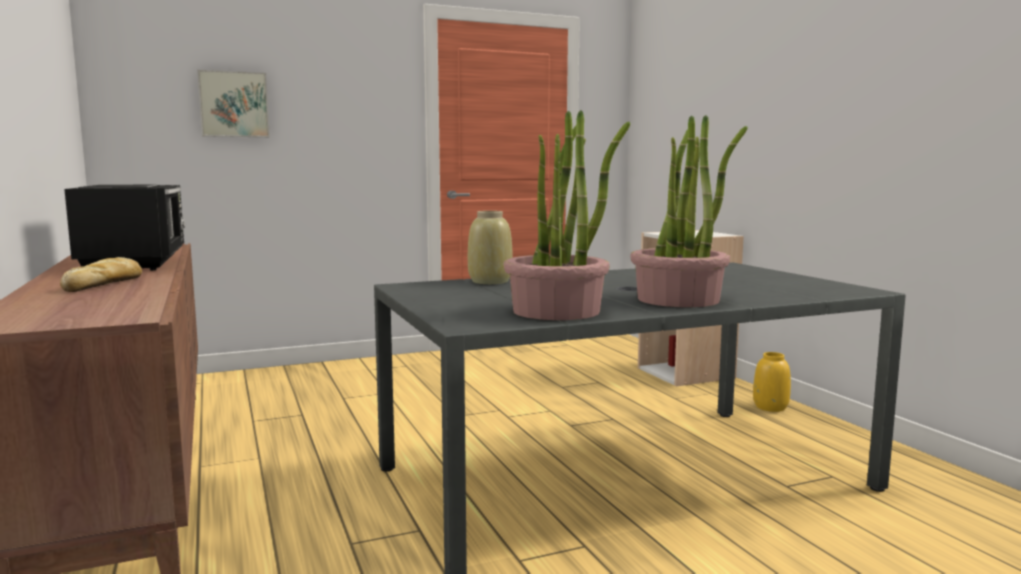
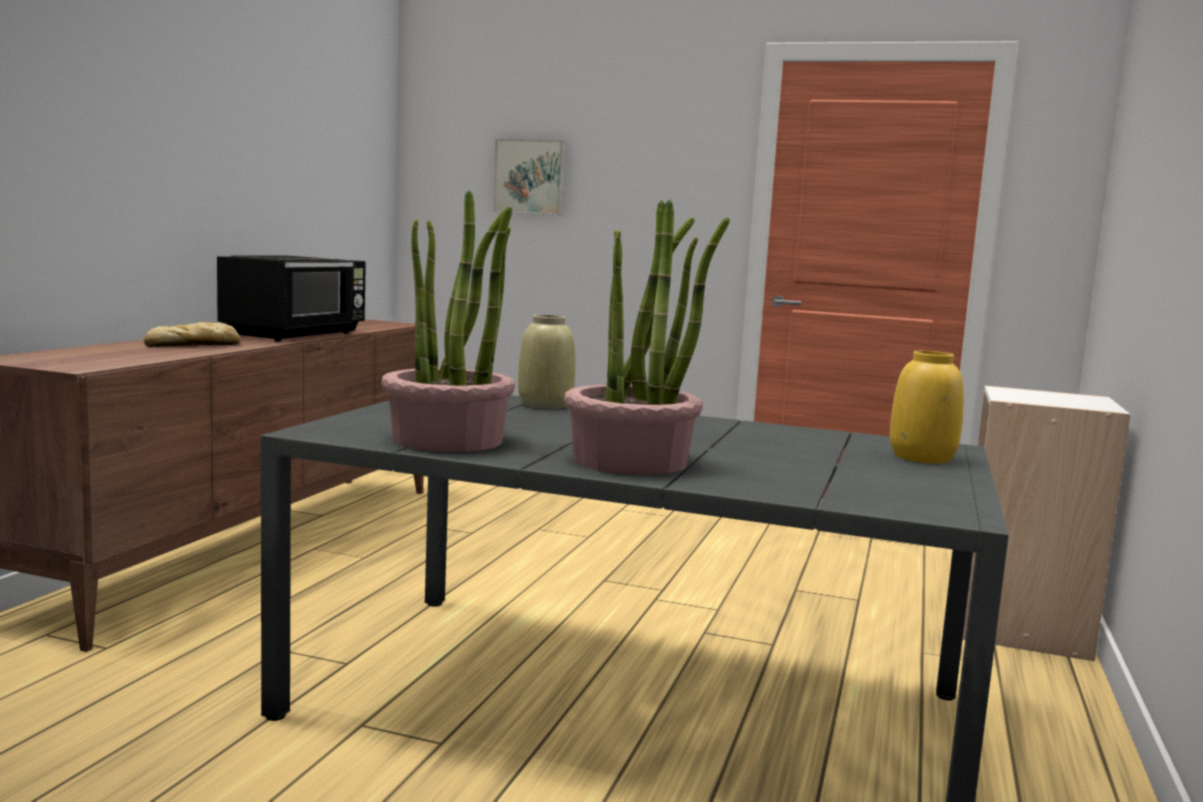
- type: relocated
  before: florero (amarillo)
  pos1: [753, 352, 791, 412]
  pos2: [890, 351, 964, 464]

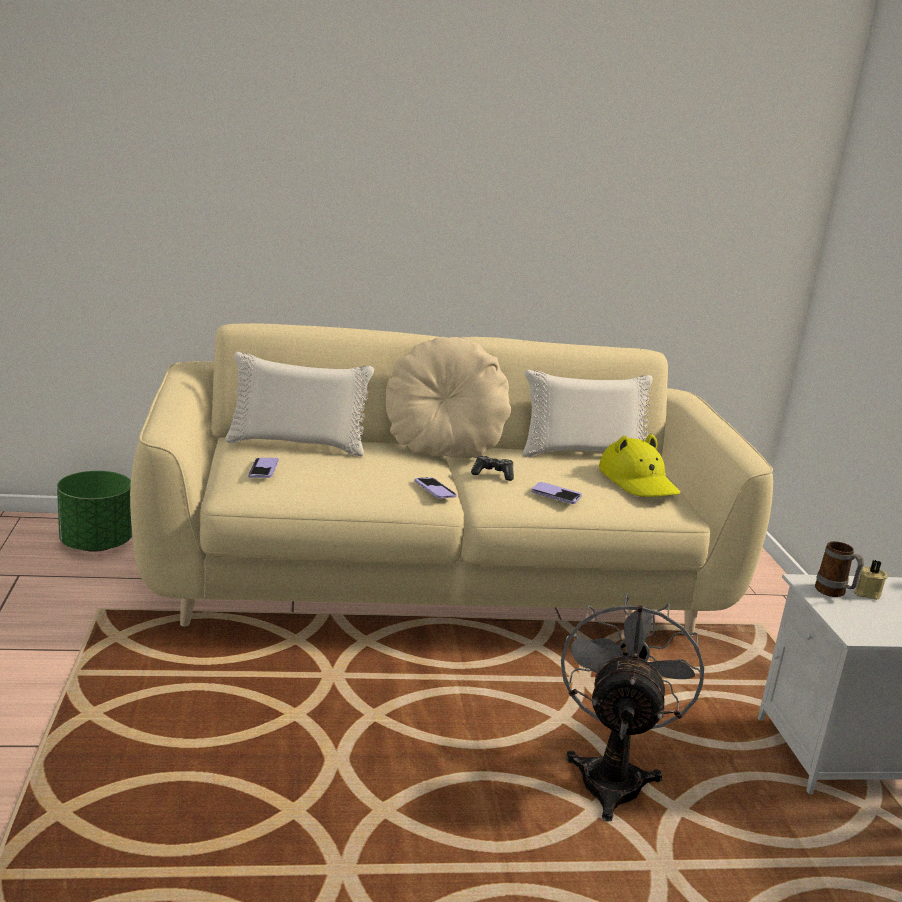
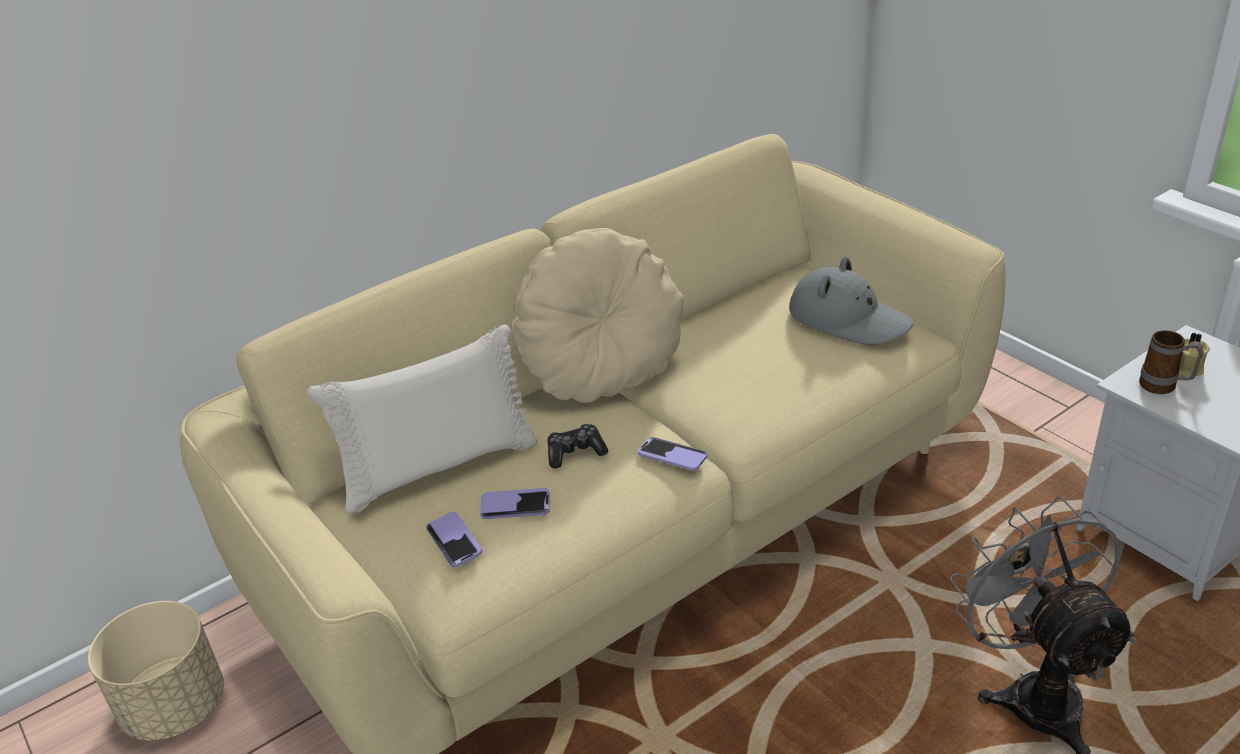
- type: missing
  before: cojín (blanco)
  pos1: [523, 370, 653, 457]
- type: colour
  before: sombrero (amarillo)
  after: sombrero (gris)
  pos1: [599, 434, 680, 497]
  pos2: [789, 257, 913, 345]
- type: relocated
  before: mando de consola
  pos1: [471, 456, 514, 481]
  pos2: [547, 424, 608, 468]
- type: colour
  before: maceta (verde)
  after: maceta (beis)
  pos1: [57, 471, 132, 552]
  pos2: [88, 601, 224, 741]
- type: relocated
  before: móvil
  pos1: [531, 482, 582, 504]
  pos2: [480, 488, 550, 519]

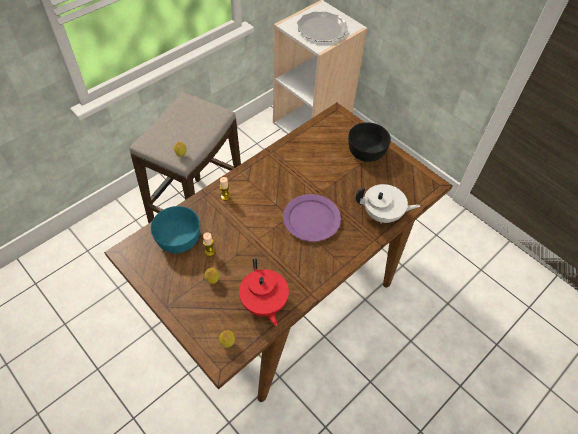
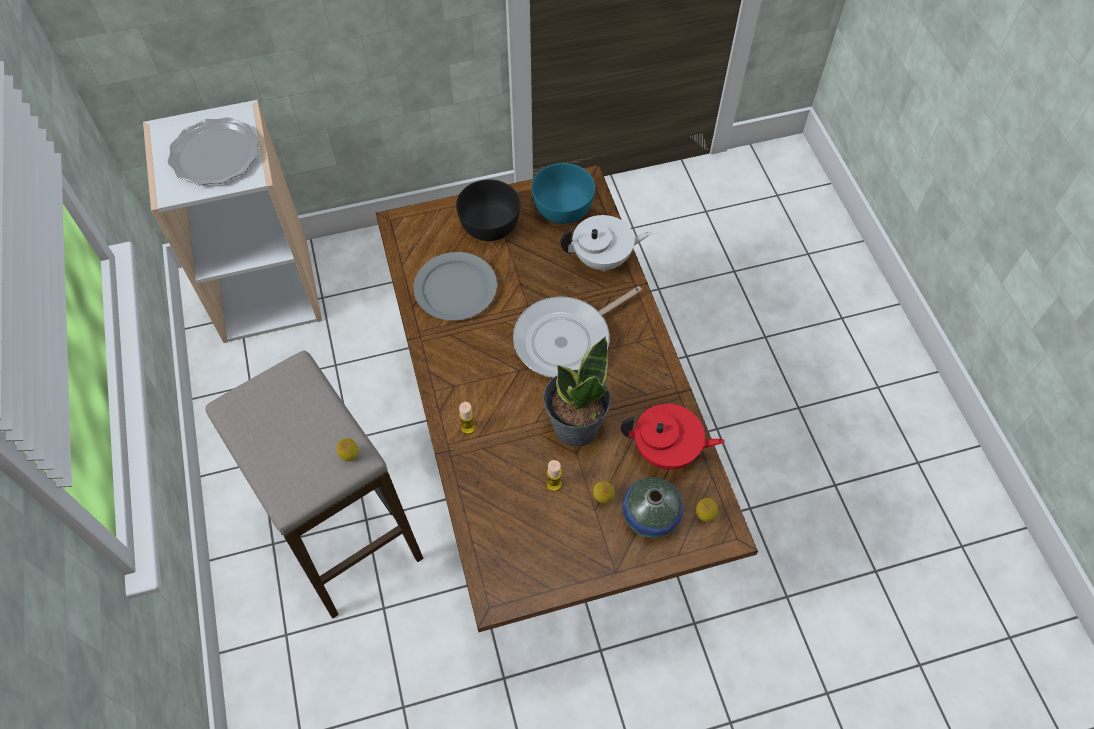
- type: spun
  before: tetera (blanco)
  pos1: [356, 184, 420, 224]
  pos2: [560, 215, 651, 272]
  turn: 45
- type: exchanged
  before: plato (morado)
  after: sartén
  pos1: [283, 194, 341, 242]
  pos2: [513, 286, 642, 378]
- type: relocated
  before: cuenco (turquesa)
  pos1: [151, 206, 200, 253]
  pos2: [532, 163, 595, 224]
- type: appeared
  after: plato (gris)
  pos2: [413, 252, 497, 321]
- type: appeared
  after: planta en maceta
  pos2: [543, 336, 611, 447]
- type: appeared
  after: florero
  pos2: [622, 477, 684, 538]

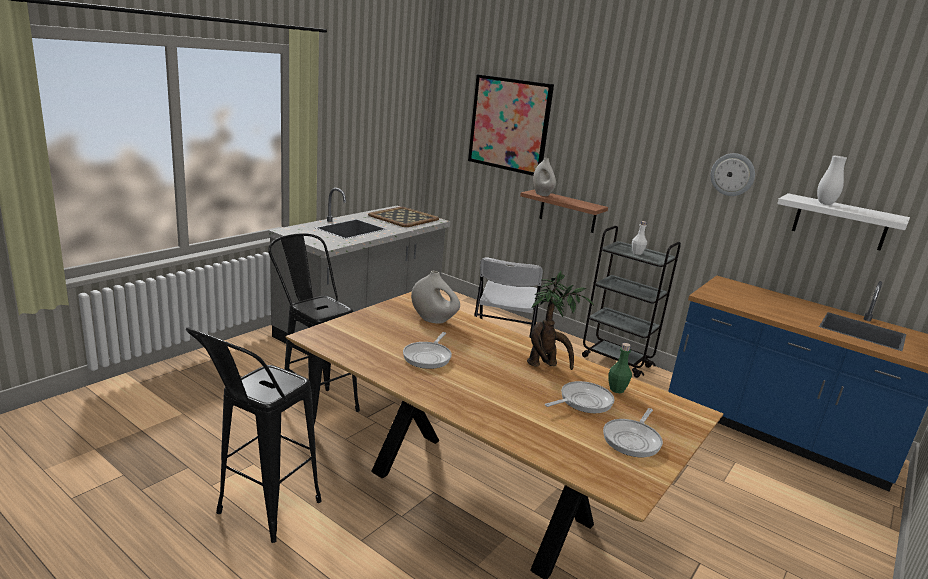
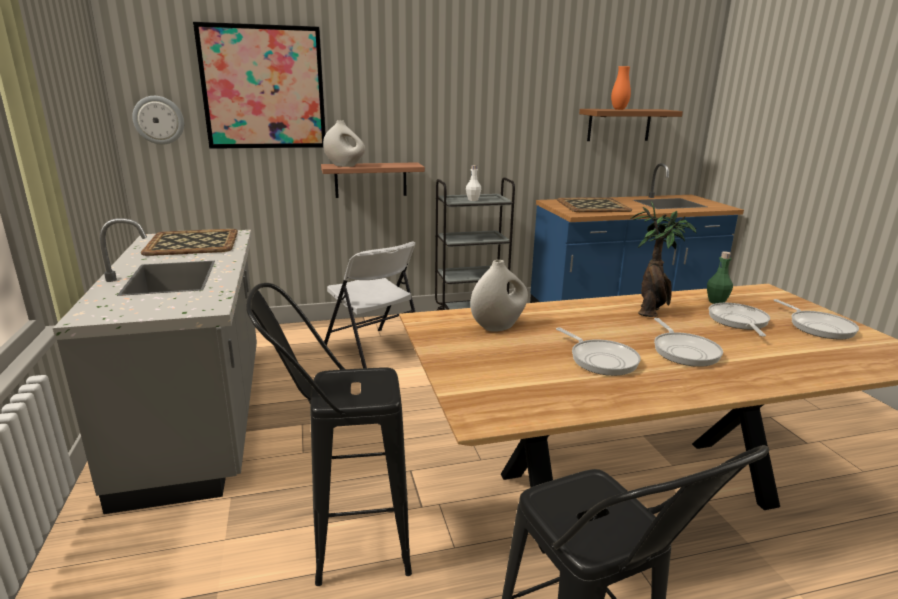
- type: relocated
  before: reloj de pared
  pos1: [711, 153, 755, 196]
  pos2: [132, 96, 184, 145]
- type: colour
  before: florero (blanco)
  after: florero (naranja)
  pos1: [817, 156, 847, 205]
  pos2: [611, 66, 631, 110]
- type: colour
  before: estante (blanco)
  after: estante (marrón)
  pos1: [777, 193, 910, 251]
  pos2: [579, 109, 683, 141]
- type: appeared
  after: bandeja
  pos2: [557, 197, 632, 212]
- type: appeared
  after: sartén
  pos2: [654, 318, 723, 367]

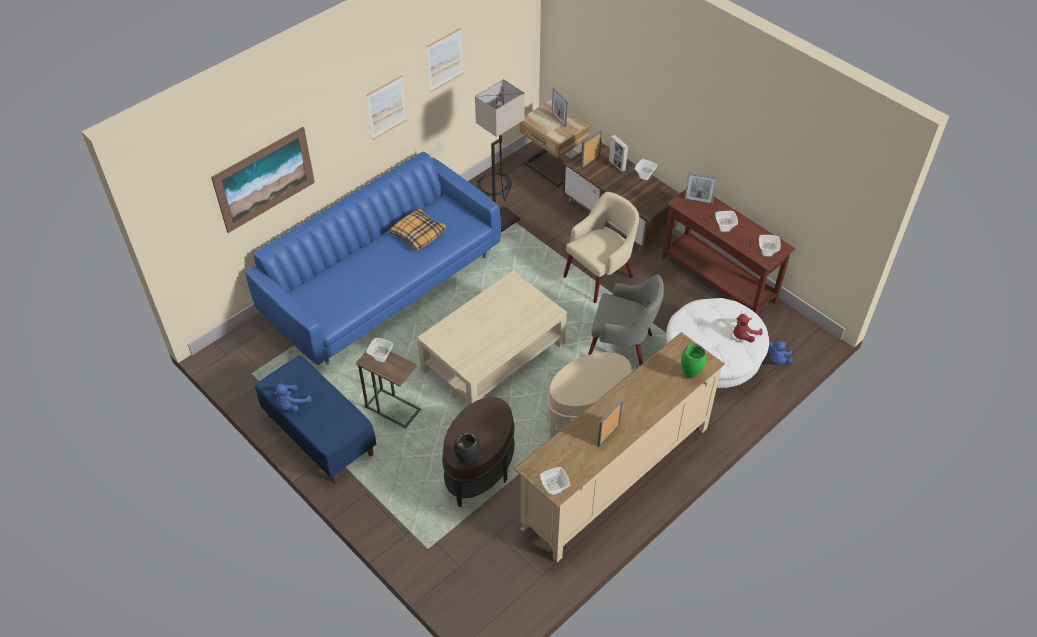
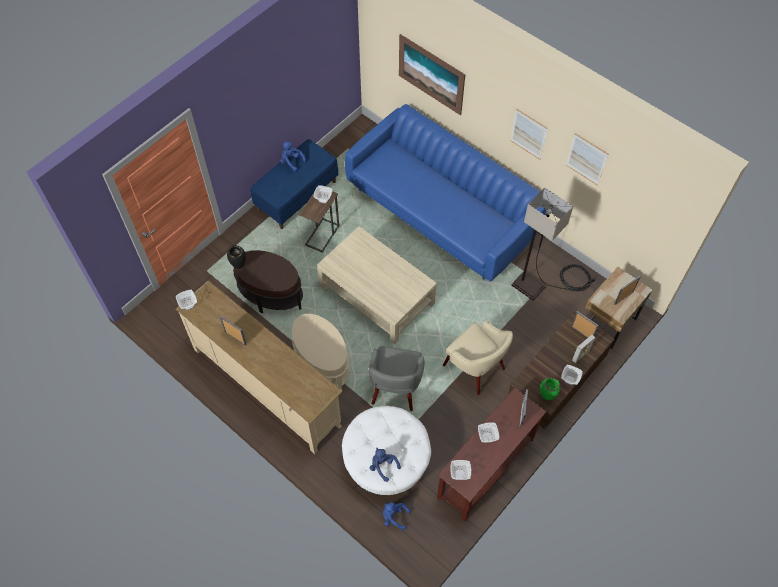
- type: missing
  before: cojín
  pos1: [390, 208, 446, 251]
- type: colour
  before: peluche (rojo)
  after: peluche (azul)
  pos1: [733, 314, 763, 343]
  pos2: [370, 448, 401, 482]
- type: relocated
  before: florero (verde)
  pos1: [681, 344, 707, 378]
  pos2: [540, 377, 560, 400]

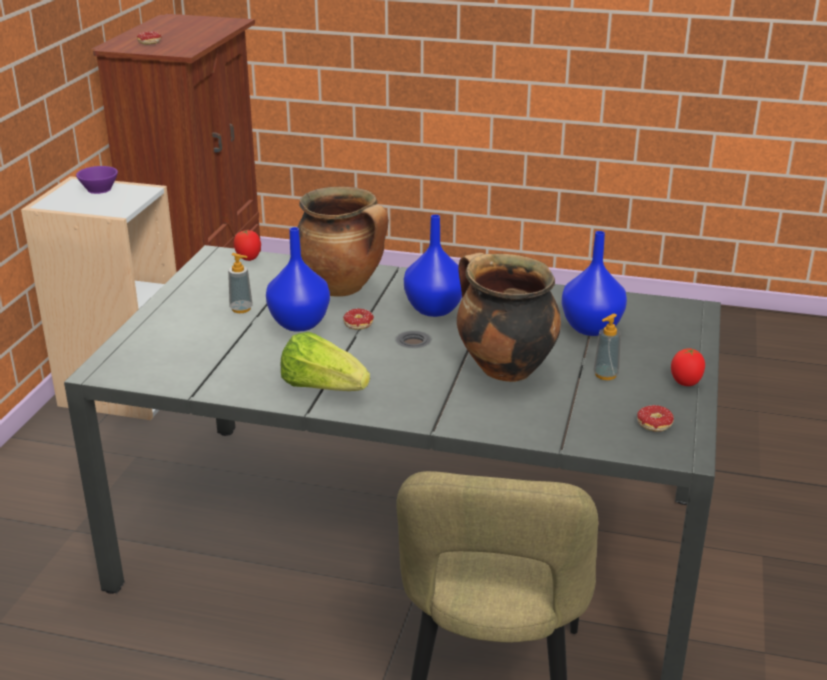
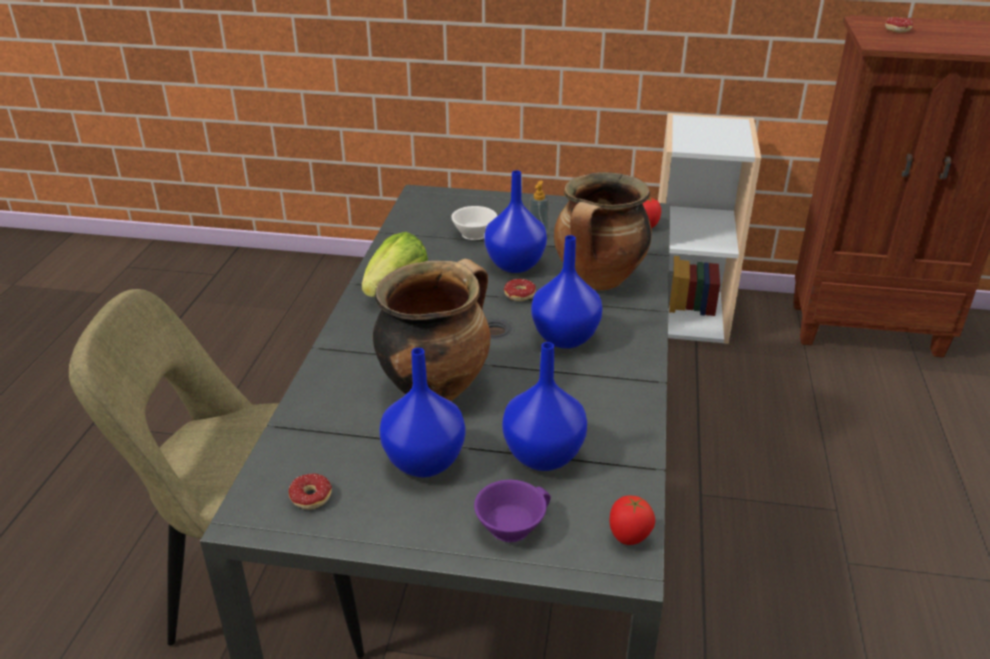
- type: relocated
  before: taza (morado)
  pos1: [76, 166, 118, 194]
  pos2: [474, 480, 551, 542]
- type: exchanged
  before: dispensador de jabón
  after: florero (azul)
  pos1: [593, 314, 621, 380]
  pos2: [379, 348, 465, 478]
- type: relocated
  before: tomate
  pos1: [671, 348, 705, 386]
  pos2: [609, 496, 655, 545]
- type: appeared
  after: taza (blanco)
  pos2: [451, 206, 497, 240]

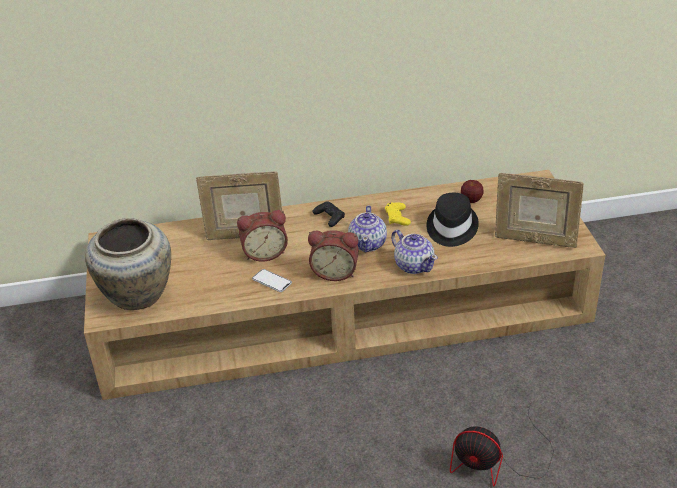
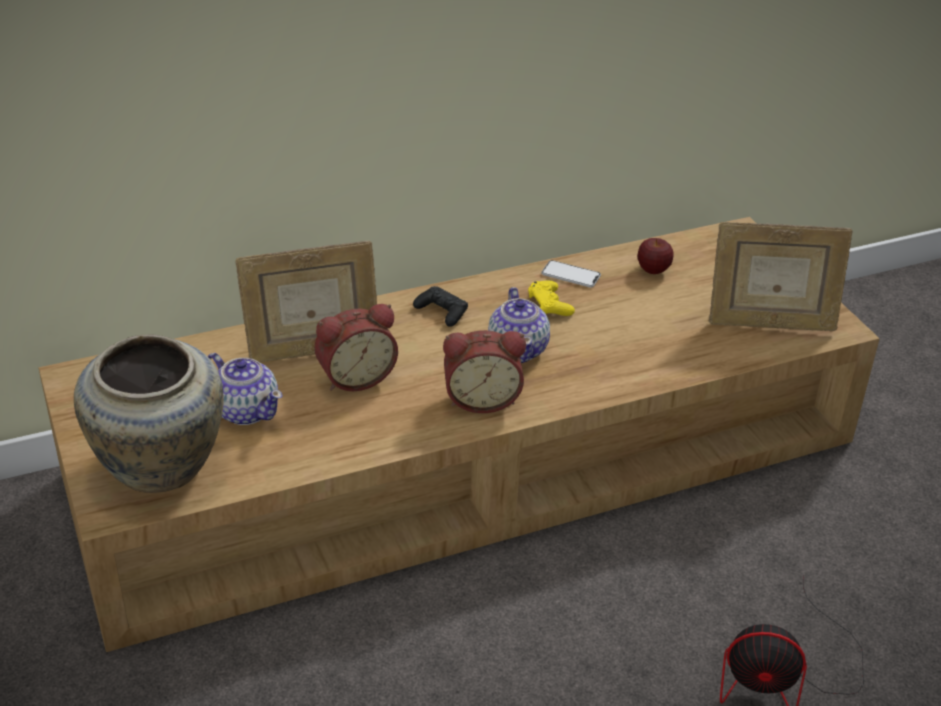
- type: missing
  before: sombrero (negro)
  pos1: [427, 193, 479, 247]
- type: relocated
  before: tetera
  pos1: [391, 230, 438, 274]
  pos2: [208, 353, 282, 425]
- type: relocated
  before: móvil
  pos1: [252, 269, 292, 292]
  pos2: [541, 260, 601, 287]

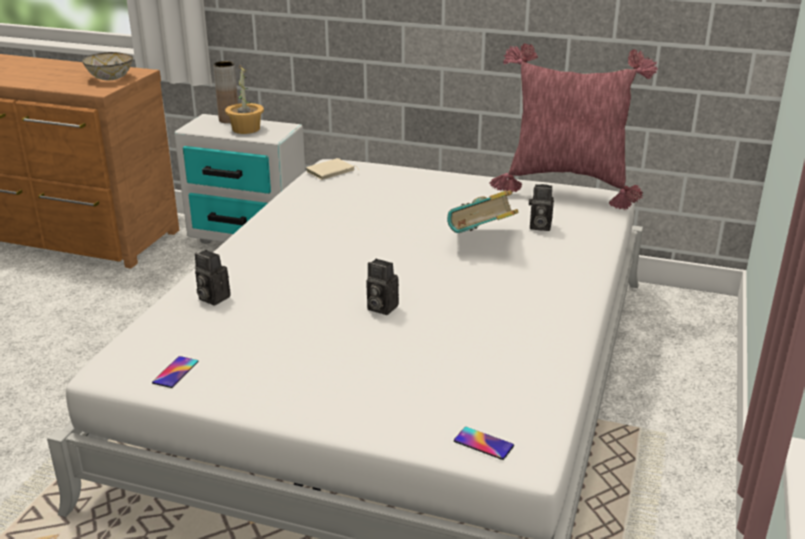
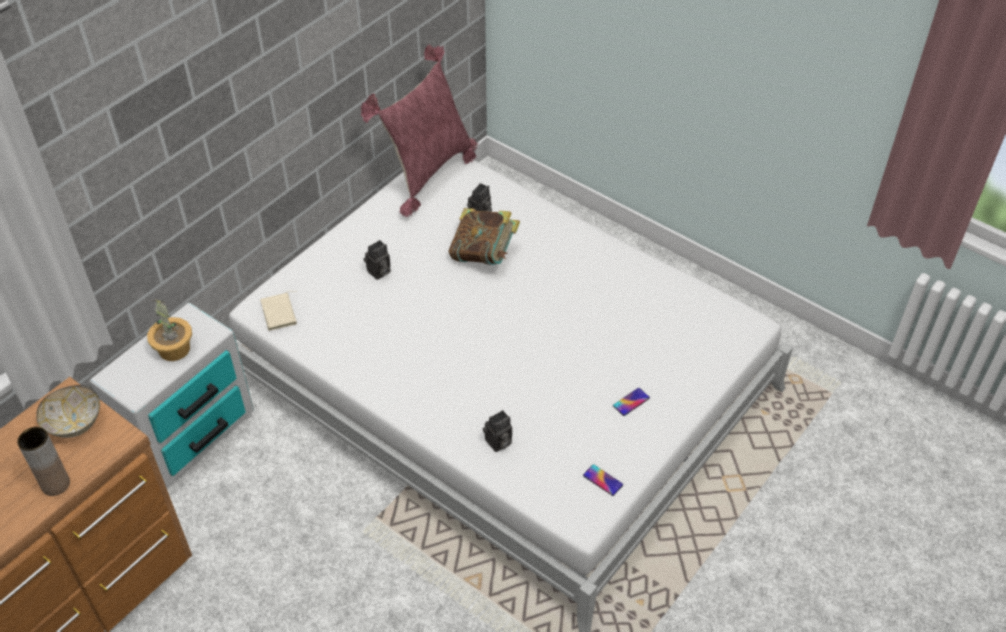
- type: relocated
  before: florero (marrón)
  pos1: [213, 61, 238, 123]
  pos2: [17, 427, 70, 496]
- type: relocated
  before: cámara
  pos1: [366, 259, 399, 315]
  pos2: [363, 240, 391, 280]
- type: relocated
  before: móvil
  pos1: [454, 427, 514, 460]
  pos2: [613, 388, 650, 416]

